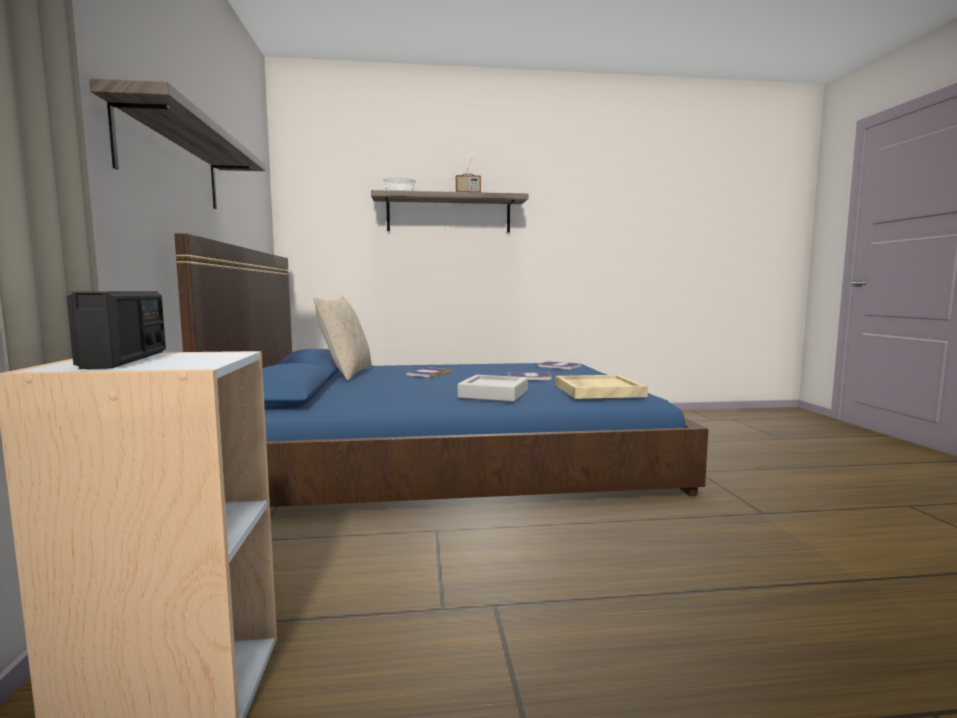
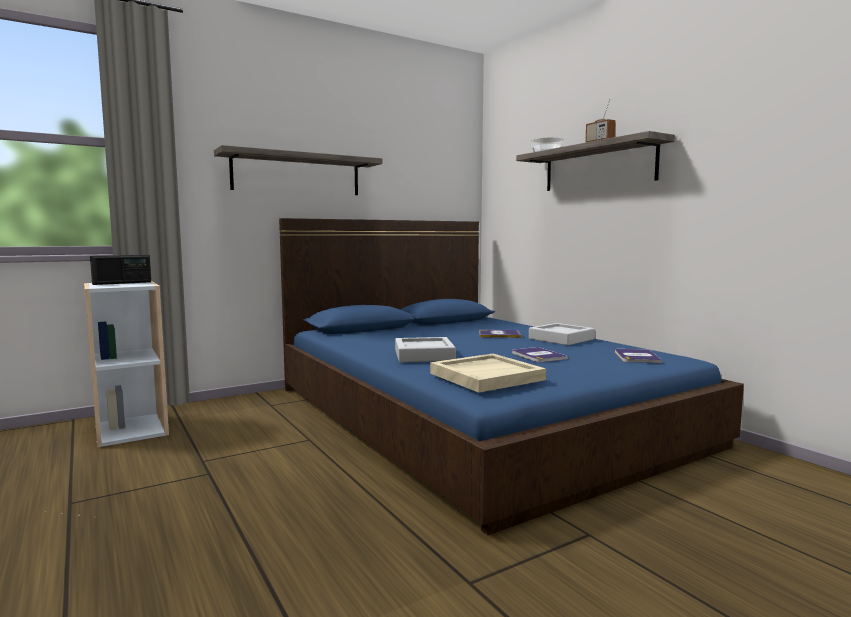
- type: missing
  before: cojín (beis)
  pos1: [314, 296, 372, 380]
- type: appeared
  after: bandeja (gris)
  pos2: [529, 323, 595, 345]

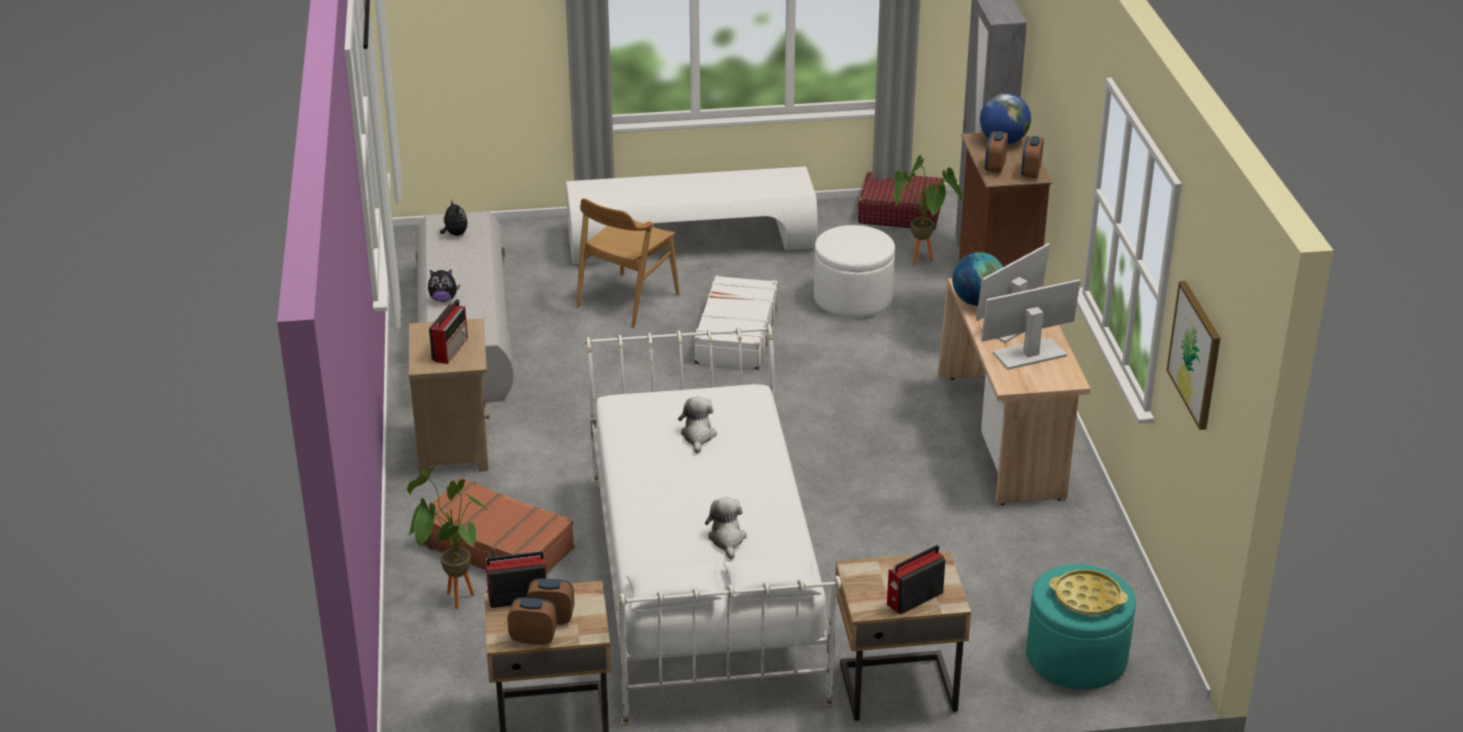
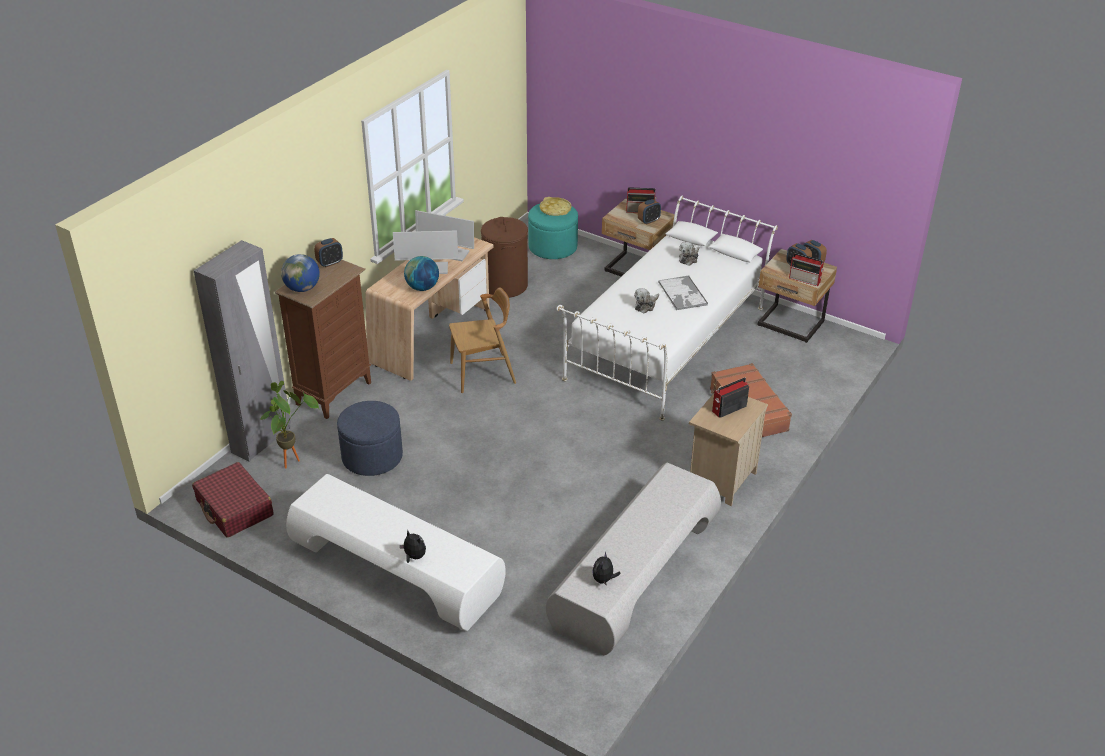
- type: relocated
  before: despertador
  pos1: [985, 131, 1008, 173]
  pos2: [638, 199, 661, 225]
- type: relocated
  before: silla (marrón)
  pos1: [576, 198, 679, 328]
  pos2: [449, 287, 516, 393]
- type: colour
  before: puf (blanco)
  after: puf (azul)
  pos1: [814, 225, 895, 317]
  pos2: [337, 401, 403, 476]
- type: relocated
  before: peluche
  pos1: [428, 270, 460, 302]
  pos2: [400, 530, 426, 563]
- type: missing
  before: maleta (blanco)
  pos1: [691, 275, 778, 370]
- type: missing
  before: cuadro
  pos1: [1166, 281, 1221, 430]
- type: missing
  before: planta en maceta
  pos1: [407, 466, 491, 609]
- type: appeared
  after: cesto de la ropa (marrón)
  pos2: [481, 217, 528, 298]
- type: appeared
  after: bandeja
  pos2: [658, 276, 708, 311]

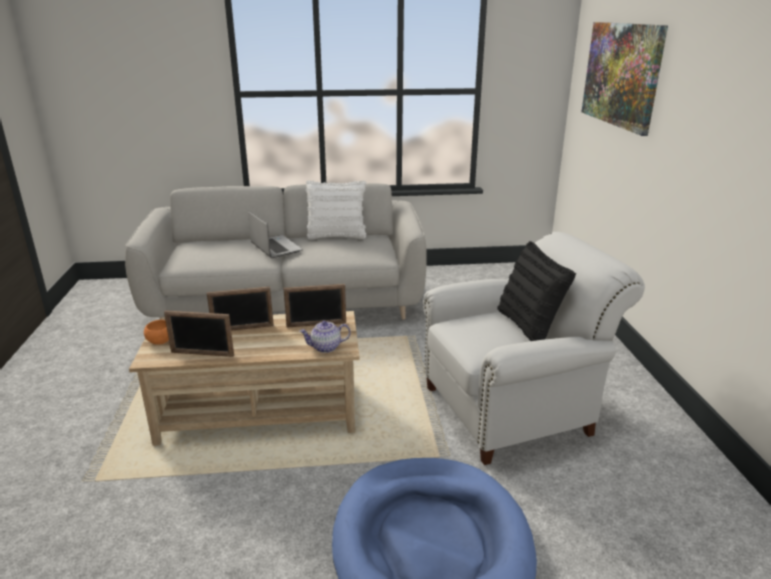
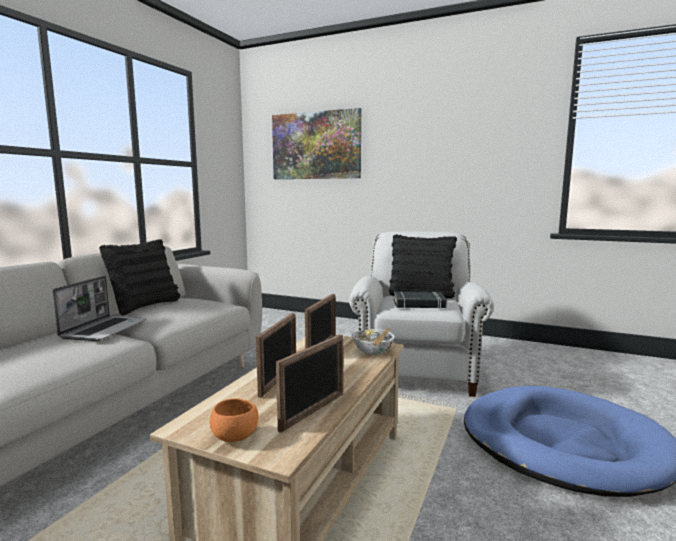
- type: colour
  before: cojín (blanco)
  after: cojín (negro)
  pos1: [306, 180, 367, 240]
  pos2: [99, 239, 180, 316]
- type: spun
  before: portátil
  pos1: [248, 210, 303, 258]
  pos2: [53, 276, 147, 341]
  turn: 105
- type: exchanged
  before: tetera
  after: cuenco
  pos1: [299, 321, 351, 353]
  pos2: [352, 328, 395, 355]
- type: appeared
  after: libro (negro)
  pos2: [394, 292, 447, 309]

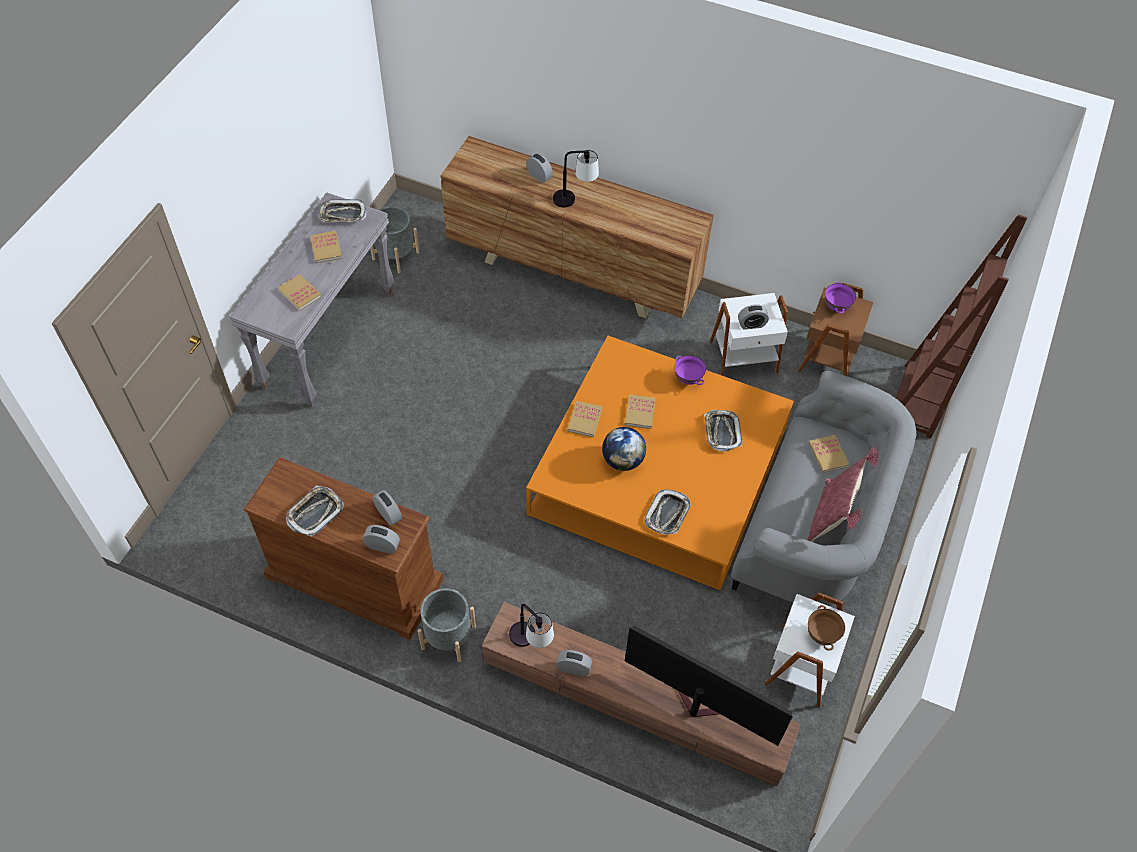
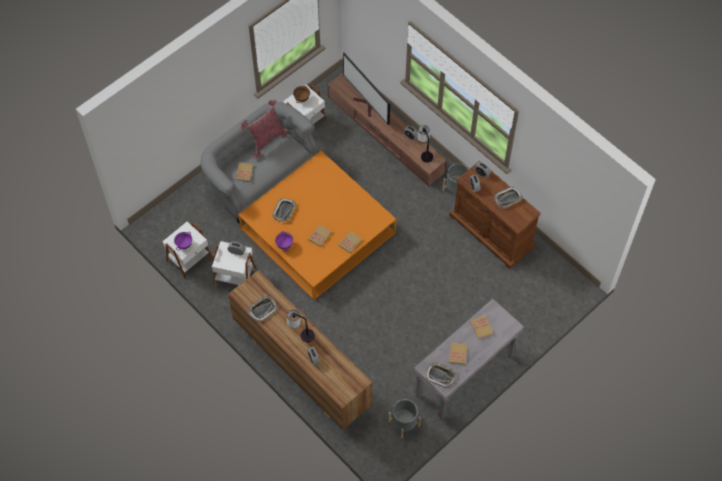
- type: missing
  before: estantería (marrón)
  pos1: [896, 215, 1027, 439]
- type: colour
  before: mesa auxiliar (marrón)
  after: mesa auxiliar (blanco)
  pos1: [798, 283, 873, 376]
  pos2: [162, 222, 212, 280]
- type: missing
  before: globo terráqueo
  pos1: [602, 427, 646, 471]
- type: relocated
  before: bandeja
  pos1: [645, 489, 691, 535]
  pos2: [248, 295, 278, 322]

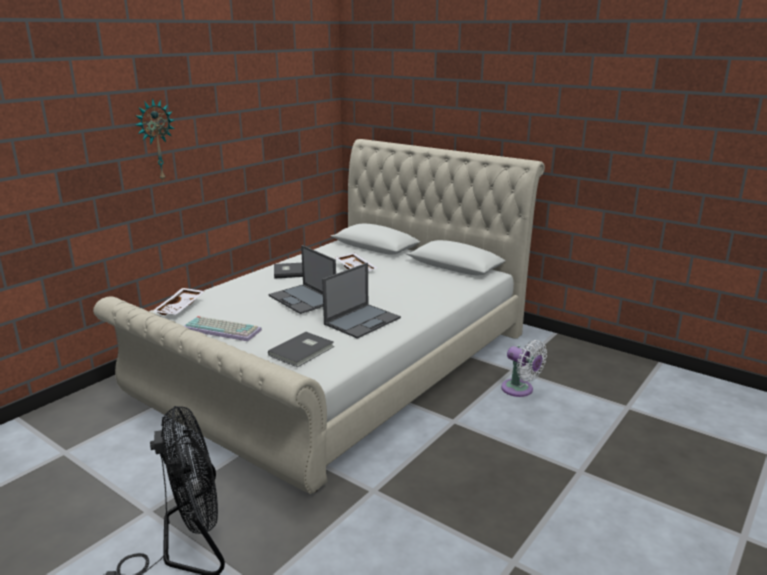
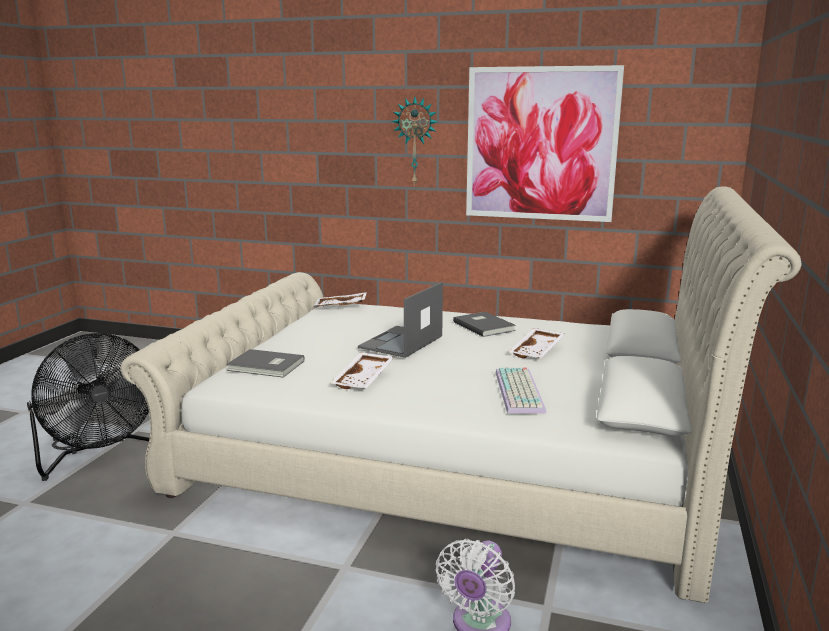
- type: exchanged
  before: portátil
  after: bandeja (blanco)
  pos1: [322, 263, 401, 339]
  pos2: [330, 352, 394, 389]
- type: relocated
  before: teclado
  pos1: [184, 316, 262, 341]
  pos2: [496, 368, 546, 414]
- type: appeared
  after: cuadro
  pos2: [466, 65, 624, 222]

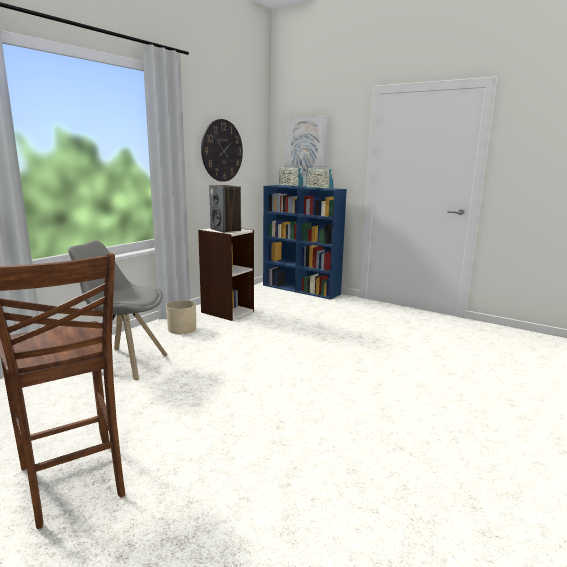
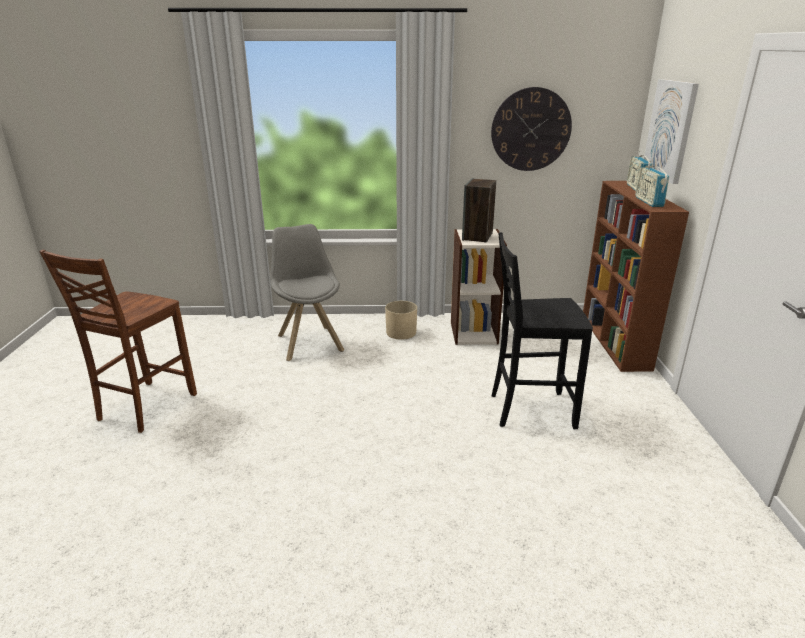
- type: colour
  before: estantería (azul)
  after: estantería (marrón)
  pos1: [263, 185, 347, 300]
  pos2: [583, 181, 689, 372]
- type: appeared
  after: silla (negro)
  pos2: [491, 232, 593, 429]

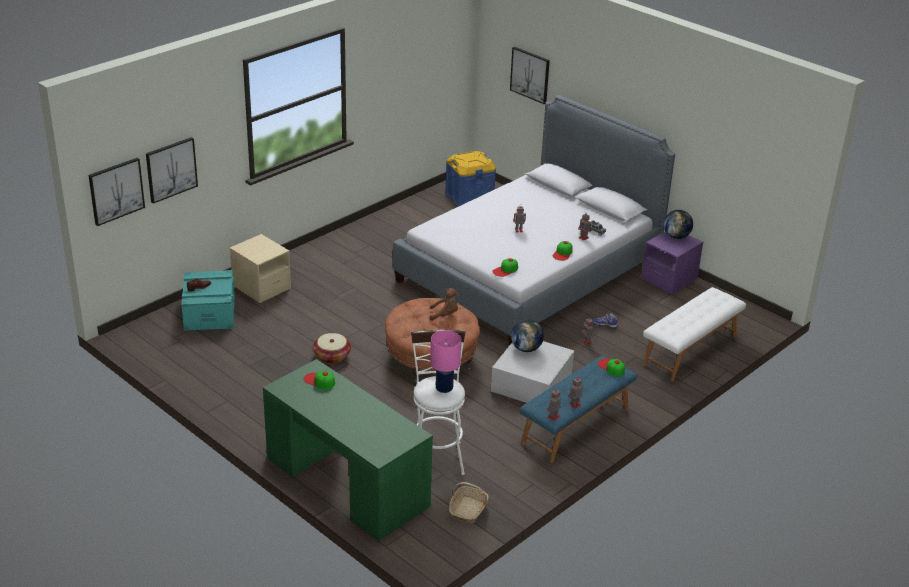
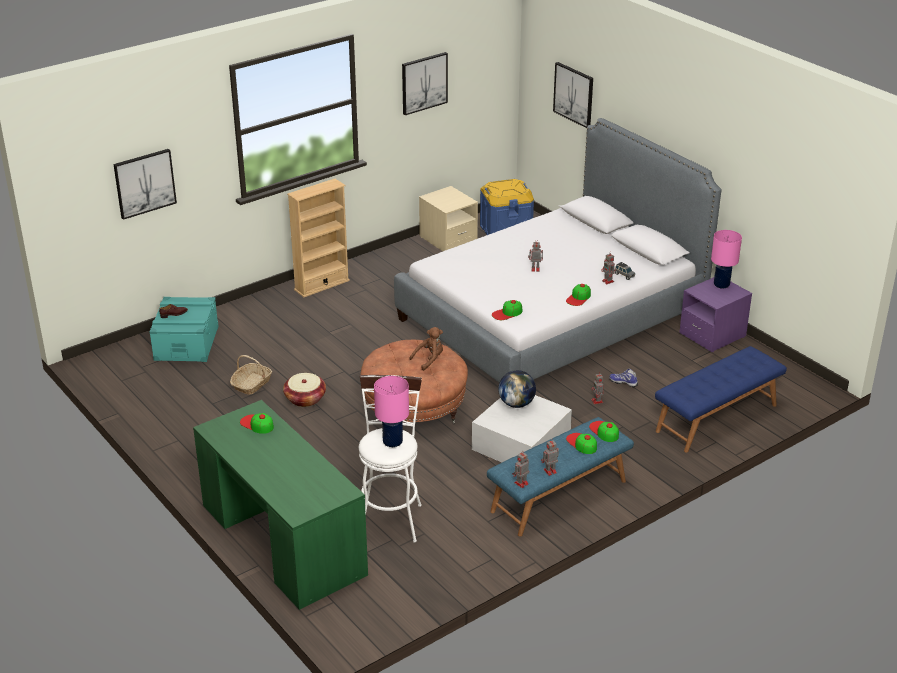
- type: relocated
  before: cuadro
  pos1: [88, 158, 145, 226]
  pos2: [402, 52, 448, 115]
- type: exchanged
  before: globo terráqueo
  after: lámpara de mesa (rosa)
  pos1: [664, 210, 693, 239]
  pos2: [711, 230, 742, 289]
- type: relocated
  before: mesita de noche (beis)
  pos1: [230, 234, 291, 303]
  pos2: [419, 186, 478, 251]
- type: colour
  before: banco (blanco)
  after: banco (azul)
  pos1: [643, 287, 746, 381]
  pos2: [655, 346, 787, 453]
- type: spun
  before: peluche (marrón)
  pos1: [430, 288, 458, 321]
  pos2: [409, 327, 443, 371]
  turn: -45
- type: relocated
  before: cesta
  pos1: [449, 482, 489, 524]
  pos2: [230, 355, 272, 395]
- type: appeared
  after: estantería (beis)
  pos2: [287, 179, 350, 297]
- type: appeared
  after: gorra
  pos2: [566, 433, 597, 454]

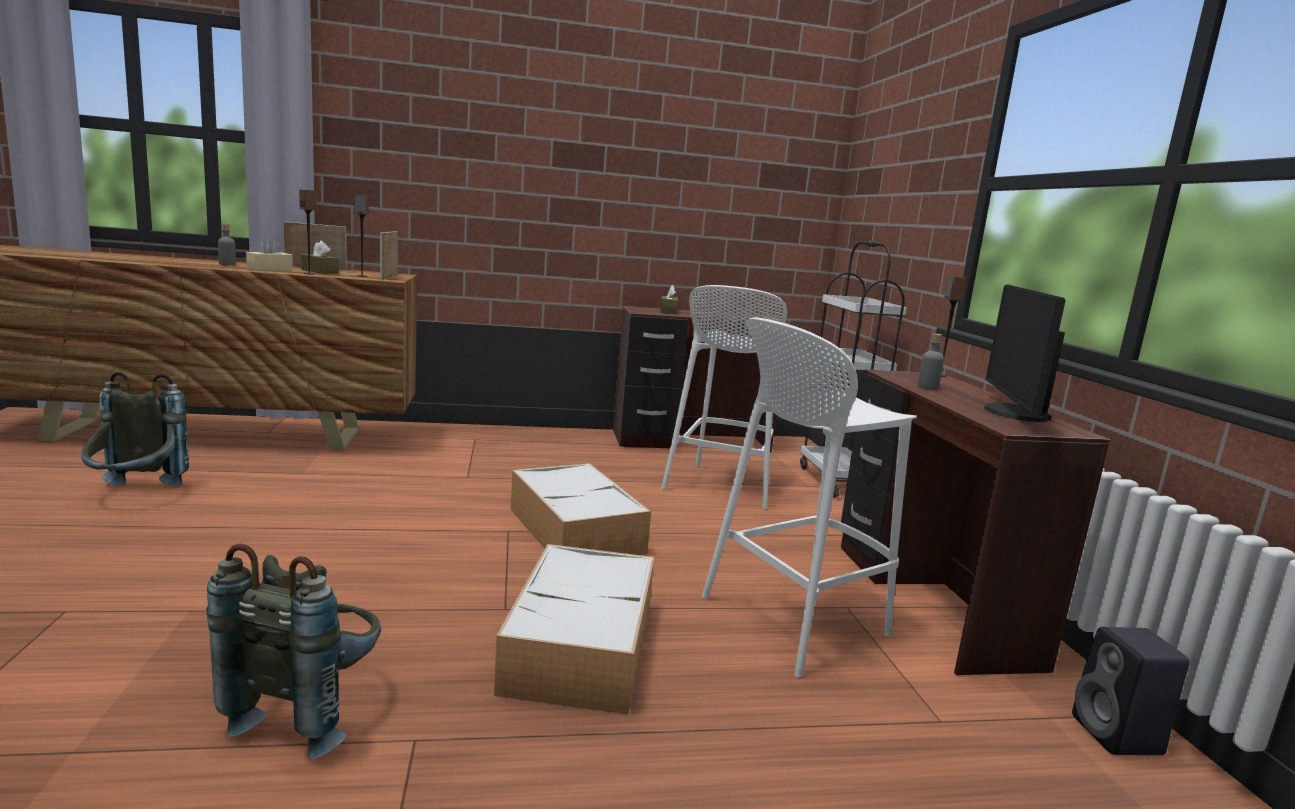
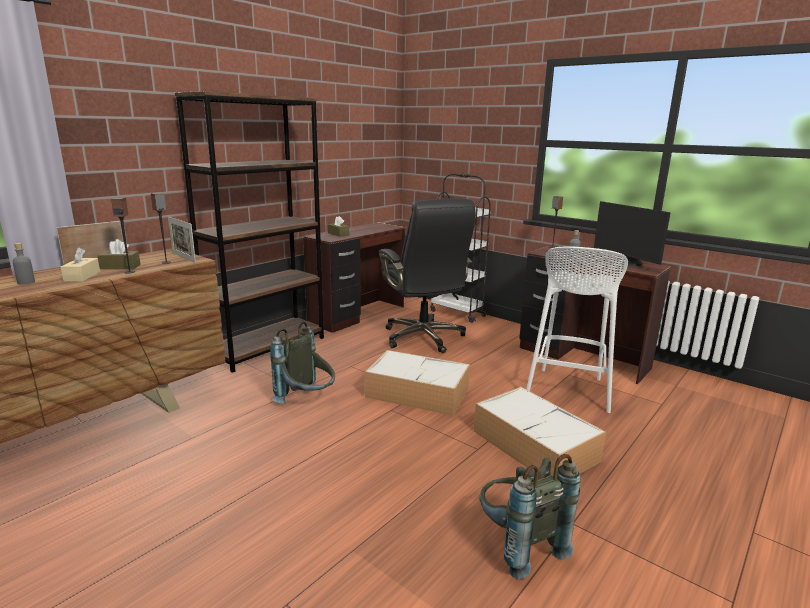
- type: exchanged
  before: taburete (blanco)
  after: silla de oficina (negro)
  pos1: [661, 285, 787, 509]
  pos2: [379, 199, 475, 353]
- type: relocated
  before: mochila (gris)
  pos1: [81, 372, 189, 487]
  pos2: [270, 321, 335, 404]
- type: missing
  before: altavoz (negro)
  pos1: [1072, 627, 1190, 755]
- type: appeared
  after: estantería (marrón)
  pos2: [174, 91, 324, 373]

